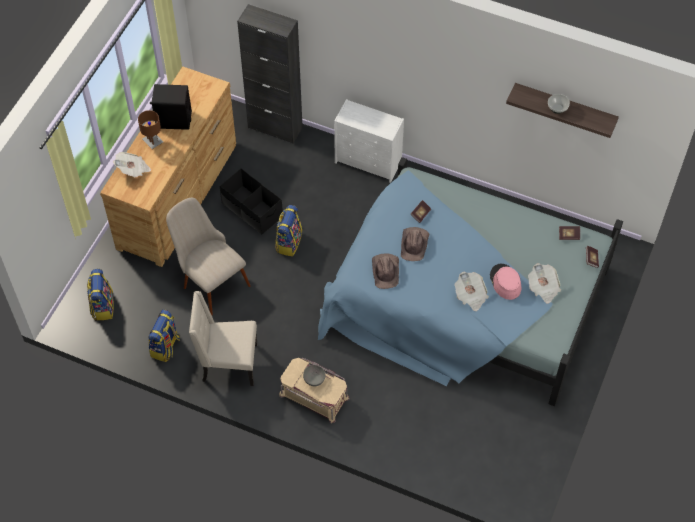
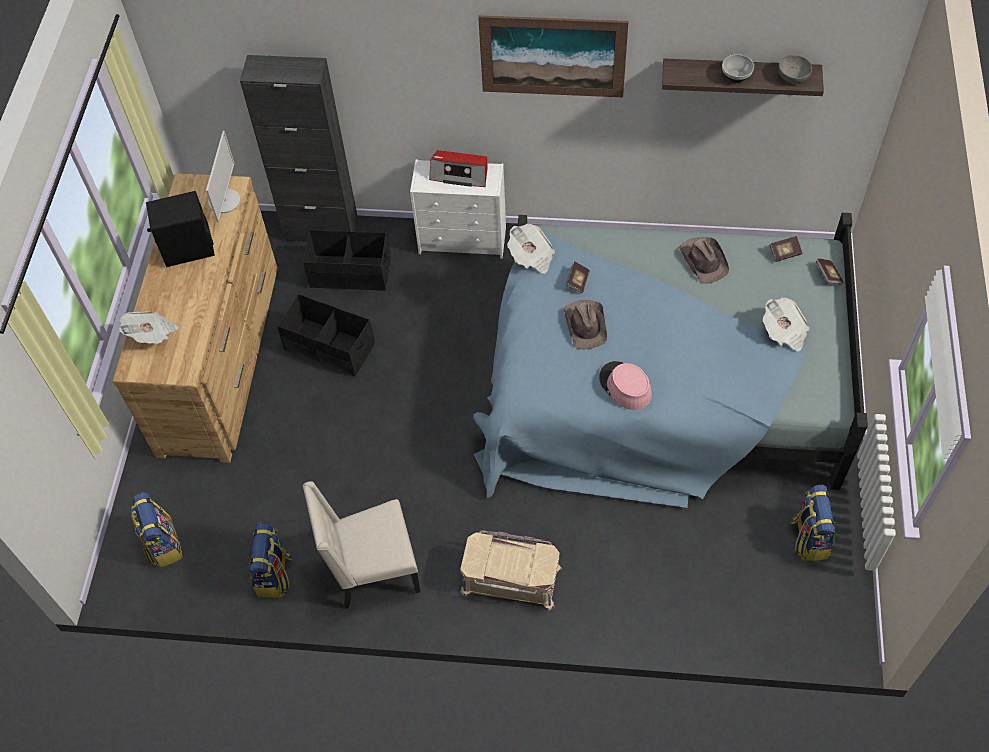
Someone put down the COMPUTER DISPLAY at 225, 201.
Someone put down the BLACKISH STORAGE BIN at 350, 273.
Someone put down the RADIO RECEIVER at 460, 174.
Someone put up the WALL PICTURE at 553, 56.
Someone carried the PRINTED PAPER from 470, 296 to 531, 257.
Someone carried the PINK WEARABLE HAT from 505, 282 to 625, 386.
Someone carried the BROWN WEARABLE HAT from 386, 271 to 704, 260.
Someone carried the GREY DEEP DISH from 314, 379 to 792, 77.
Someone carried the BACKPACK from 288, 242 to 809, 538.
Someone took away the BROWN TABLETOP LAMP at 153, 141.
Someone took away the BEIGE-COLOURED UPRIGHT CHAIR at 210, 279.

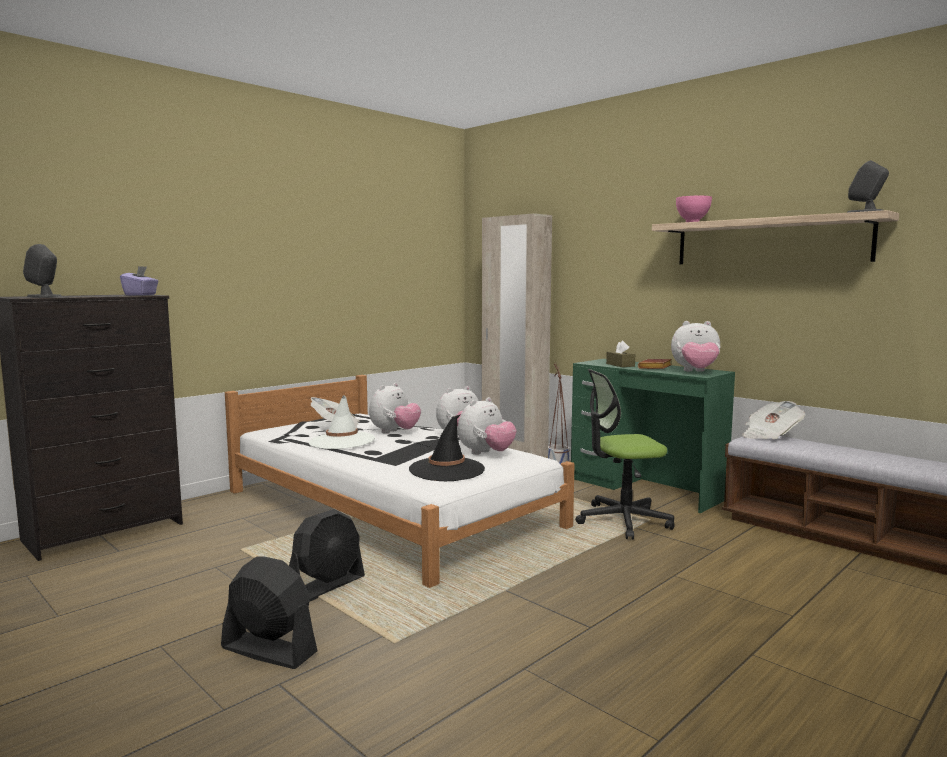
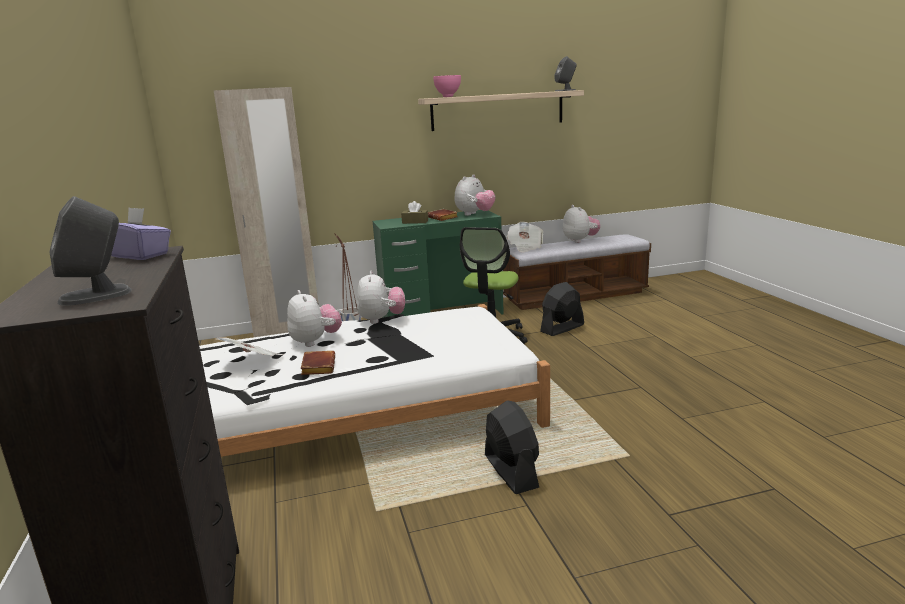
Someone swapped the WHITE WEARABLE HAT at 342, 441 for the BROWN BOOK at 317, 366.
Someone carried the BLACKISH FAN from 268, 650 to 562, 328.
Someone carried the PLUSH TOY from 486, 454 to 580, 240.
Someone took away the BLACKISH WEARABLE HAT at 447, 470.

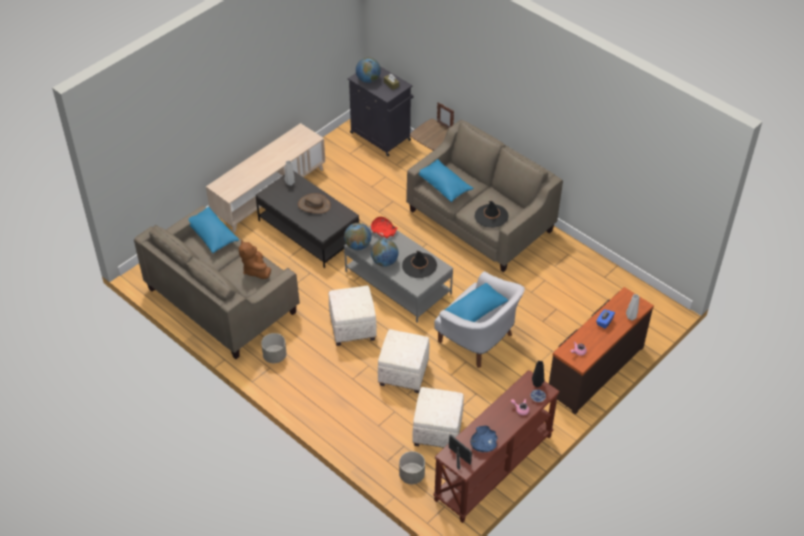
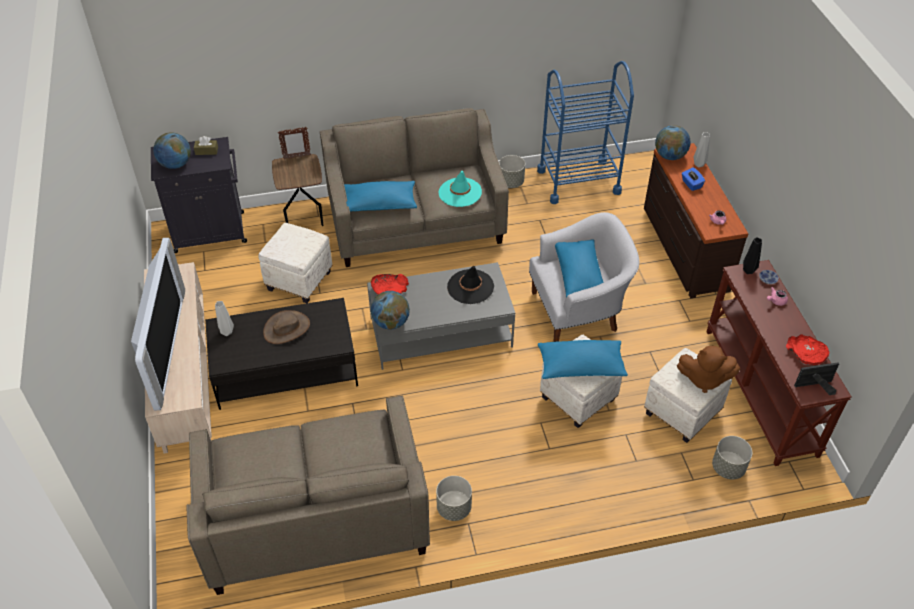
Someone put down the TV at 165, 348.
Someone carried the WHITE POUFFE from 353, 328 to 299, 280.
Someone repainted the BLACKISH WEARABLE HAT at 491, 216, which became the TURQUOISE WEARABLE HAT at 460, 192.
Someone put down the GREY PLANTER at 511, 182.
Someone put down the BLUE TROLLEY at 578, 181.
Someone carried the BLUE THROW PILLOW from 211, 235 to 580, 367.
Someone carried the DESK GLOBE from 384, 262 to 670, 156.
Someone carried the BROWN PLUSH TOY from 255, 270 to 704, 379.
Someone repainted the BLUE DEEP DISH at 483, 443, which became the RED DEEP DISH at 806, 354.

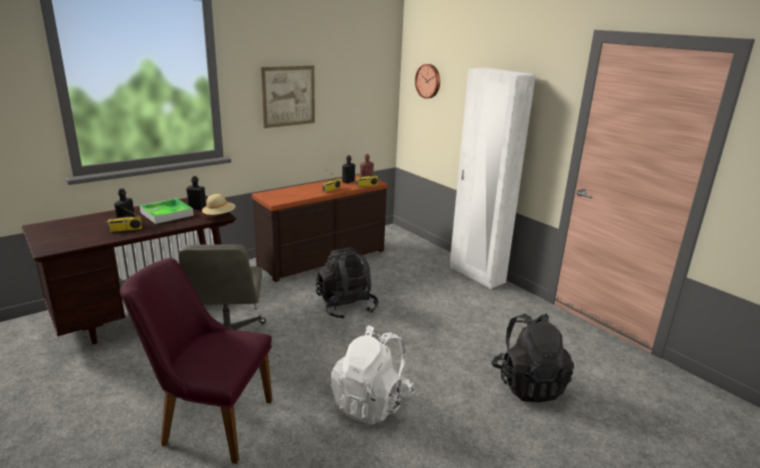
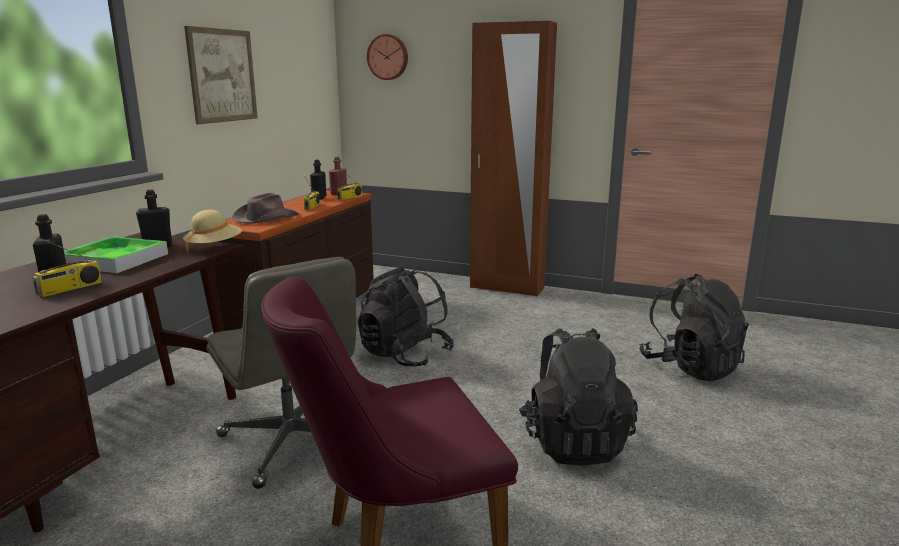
Someone put down the BROWN WEARABLE HAT at 265, 218.
Someone repainted the WHITE CLOTHES CUPBOARD at 476, 275, which became the BROWN CLOTHES CUPBOARD at 506, 287.
Someone repainted the WHITE BACKPACK at 371, 403, which became the BLACKISH BACKPACK at 573, 442.

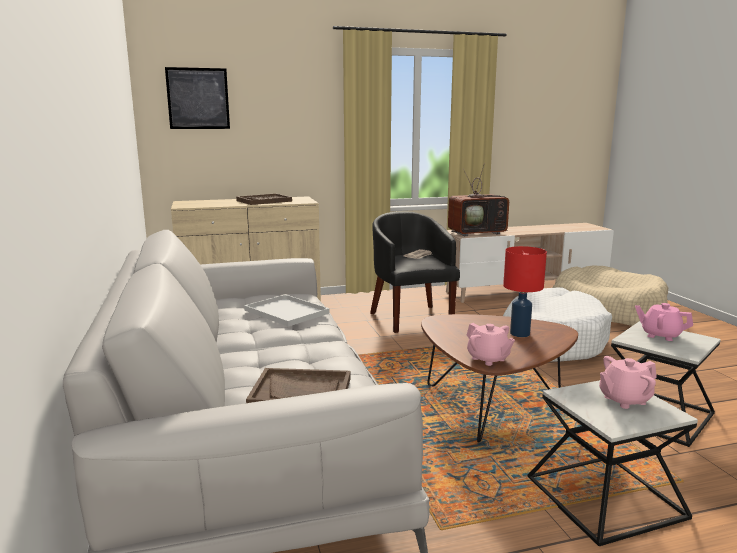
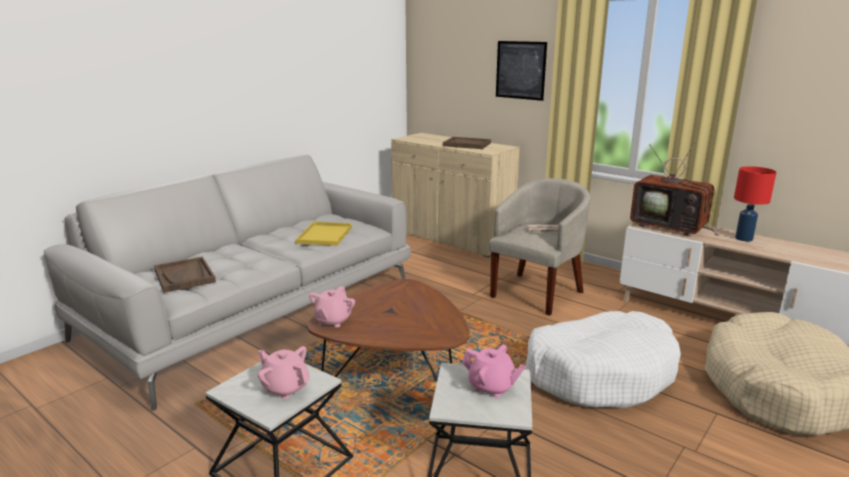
Someone repainted the WHITE CARRYING TRAY at 285, 311, which became the YELLOW-COLOURED CARRYING TRAY at 324, 234.
Someone rotated the PINK TEA POT at 660, 335 by 120 degrees clockwise.
Someone repainted the BLACKISH LOUNGE CHAIR at 411, 318, which became the BEIGE-COLOURED LOUNGE CHAIR at 537, 292.
Someone carried the WALL PICTURE from 198, 98 to 520, 70.
Someone carried the RED TABLETOP LAMP from 519, 334 to 743, 238.

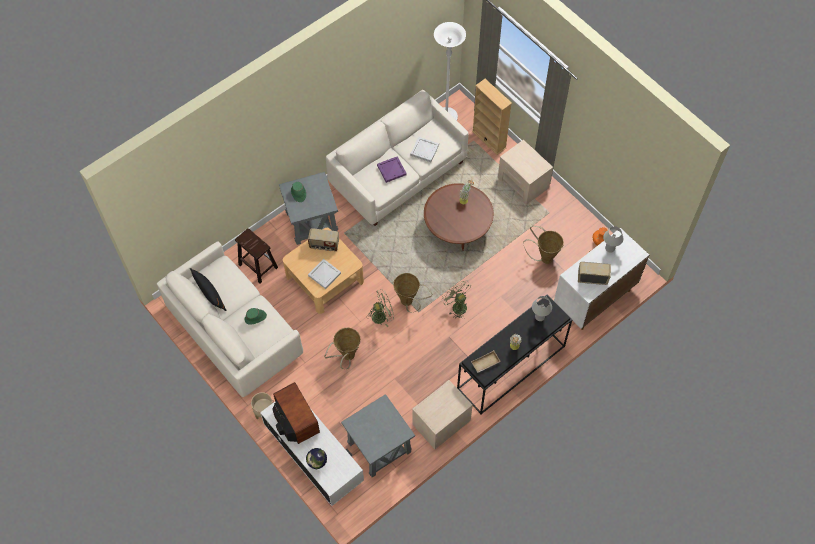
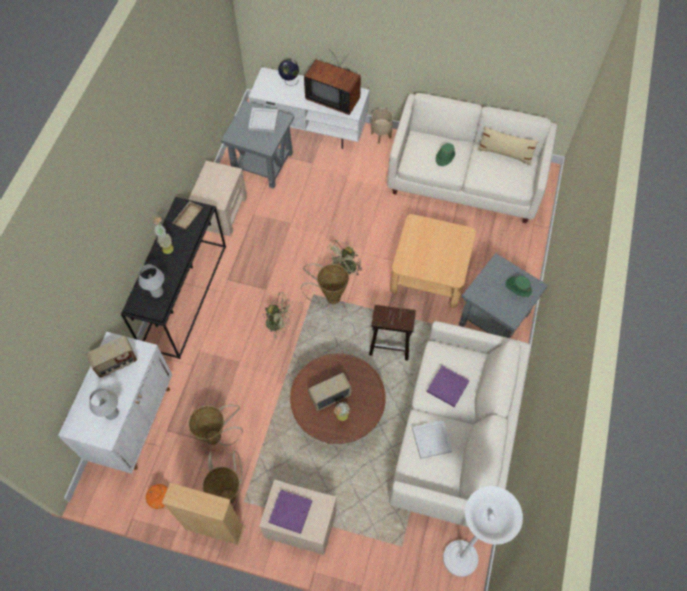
Someone carried the BEIGE-COLOURED BOOKSHELF from 489, 139 to 214, 528.
Someone carried the BASKET from 346, 357 to 228, 492.
Someone carried the WHITE CARRYING TRAY from 324, 274 to 263, 121.
Someone put down the PURPLE CARRYING TRAY at 291, 512.
Someone carried the RADIO RECEIVER from 324, 245 to 329, 396.
Someone carried the BROWN STOOL from 257, 266 to 391, 343.
Someone repainted the BLACKISH THROW PILLOW at 209, 294, which became the BEIGE-COLOURED THROW PILLOW at 505, 154.

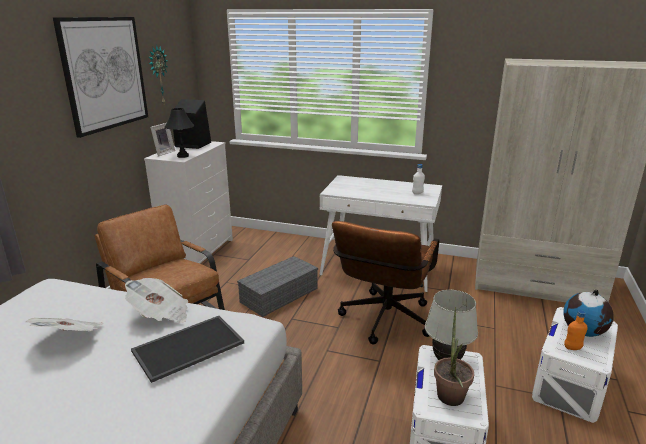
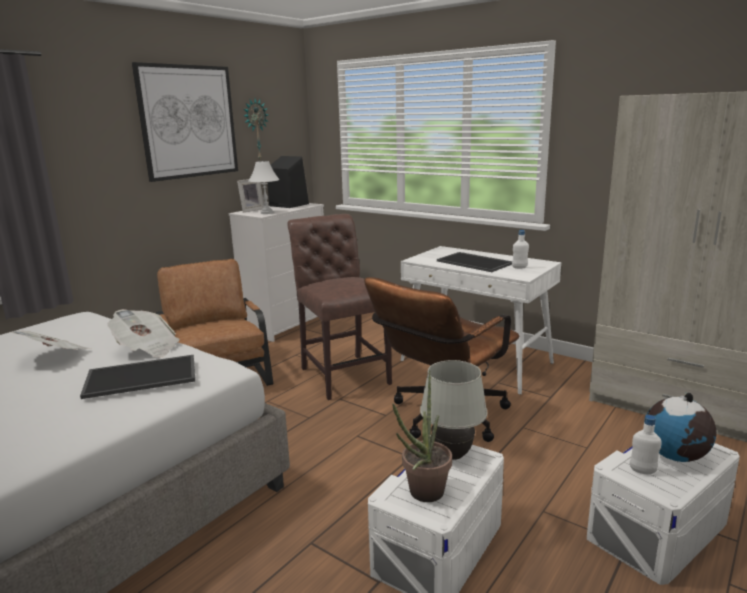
Someone repainted the BLACKISH TABLETOP LAMP at 182, 156, which became the WHITE TABLETOP LAMP at 266, 213.
Someone swapped the GREY STORAGE BIN at 279, 294 for the BROWN UPRIGHT CHAIR at 343, 373.
Someone put down the CARRYING TRAY at 475, 262.
Someone repainted the ORANGE-COLOURED DRINK BOTTLE at 572, 348, which became the WHITE DRINK BOTTLE at 642, 471.

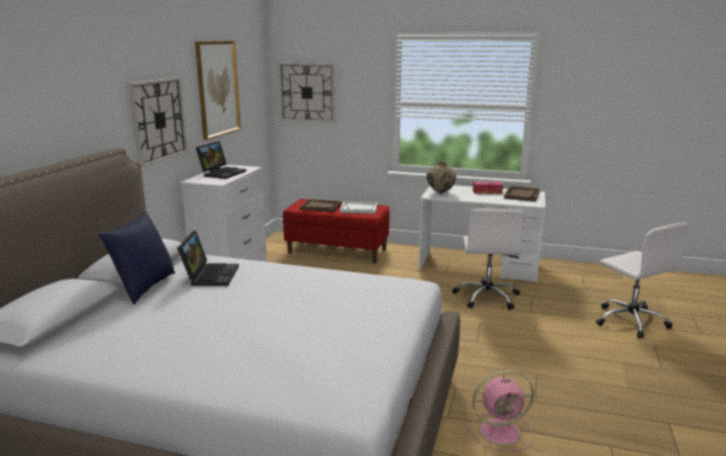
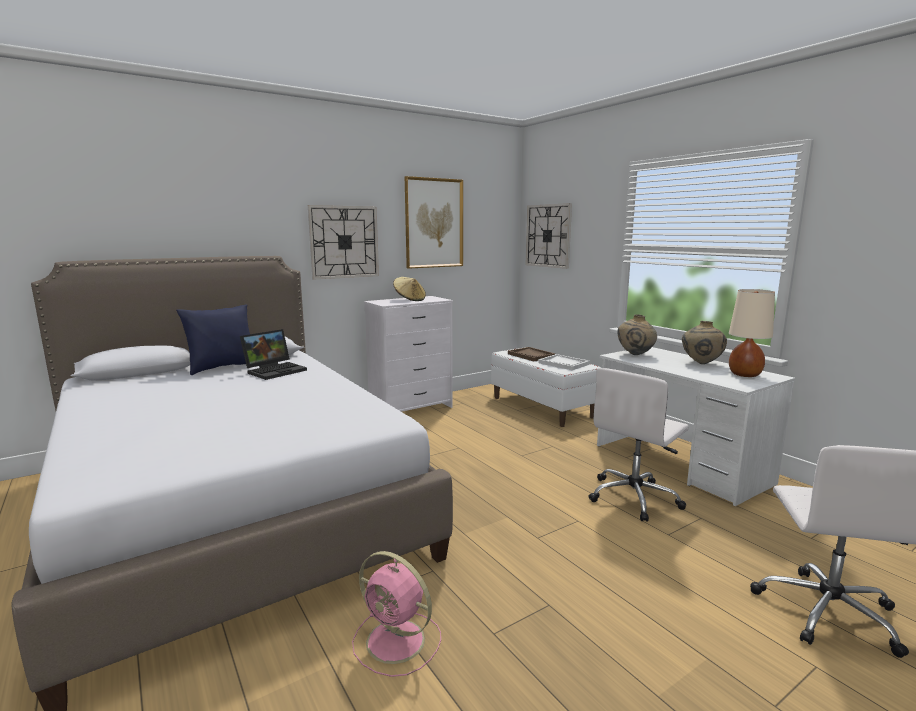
Someone swapped the LAPTOP at 222, 173 for the BEIGE-COLOURED WEARABLE HAT at 409, 300.
Someone repainted the RED LONG SEAT at 337, 251, which became the WHITE LONG SEAT at 542, 407.
Someone swapped the TISSUE BOX at 487, 191 for the BEIGE-COLOURED DECORATIVE VASE at 701, 363.
Someone swapped the BROWN CARRYING TRAY at 522, 195 for the BEIGE-COLOURED TABLETOP LAMP at 744, 375.

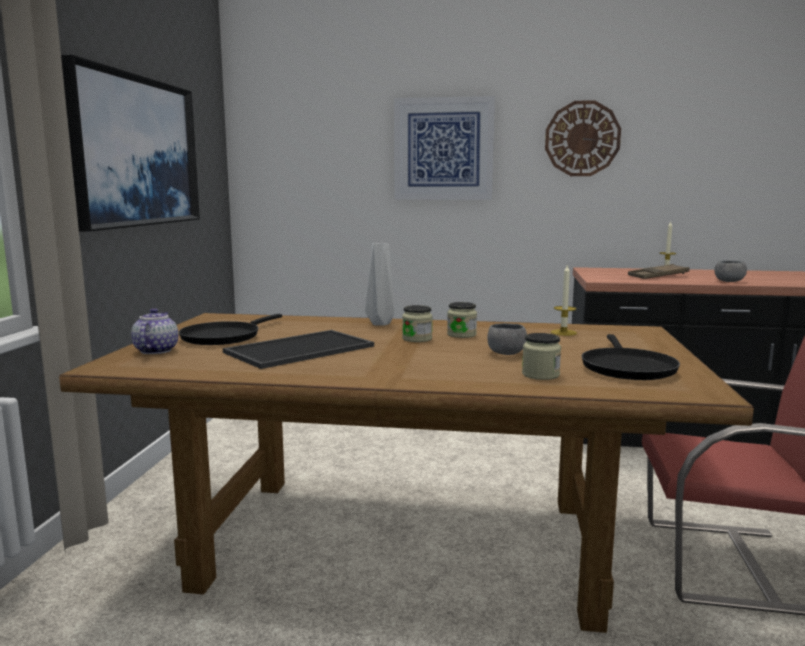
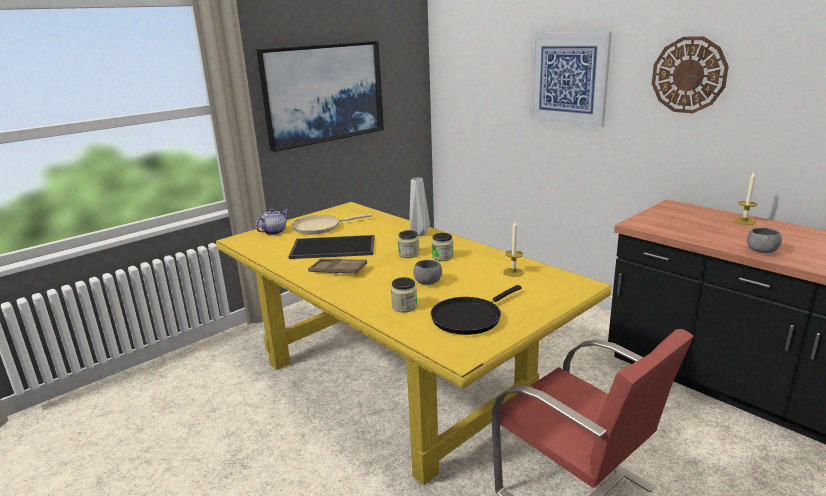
Someone repainted the BROWN DINNER TABLE at 401, 542, which became the YELLOW-COLOURED DINNER TABLE at 393, 382.
Someone repainted the BLACKISH SKILLET at 224, 337, which became the BEIGE-COLOURED SKILLET at 320, 227.
Someone carried the BROWN CARRYING TRAY from 658, 276 to 338, 270.

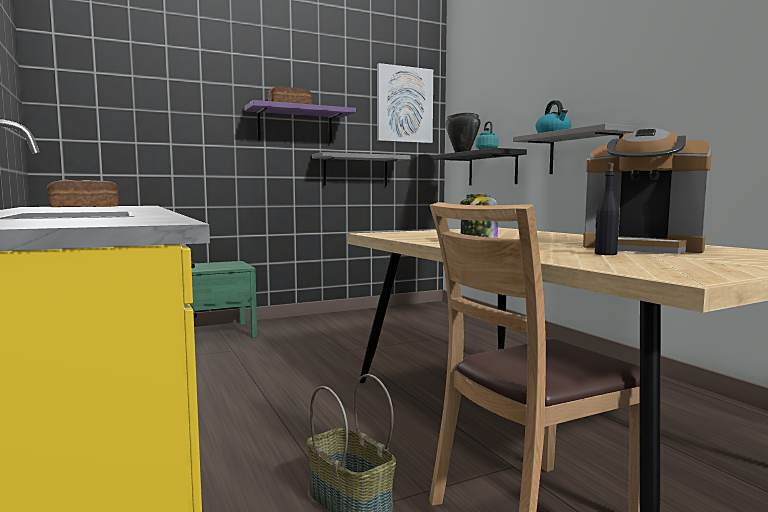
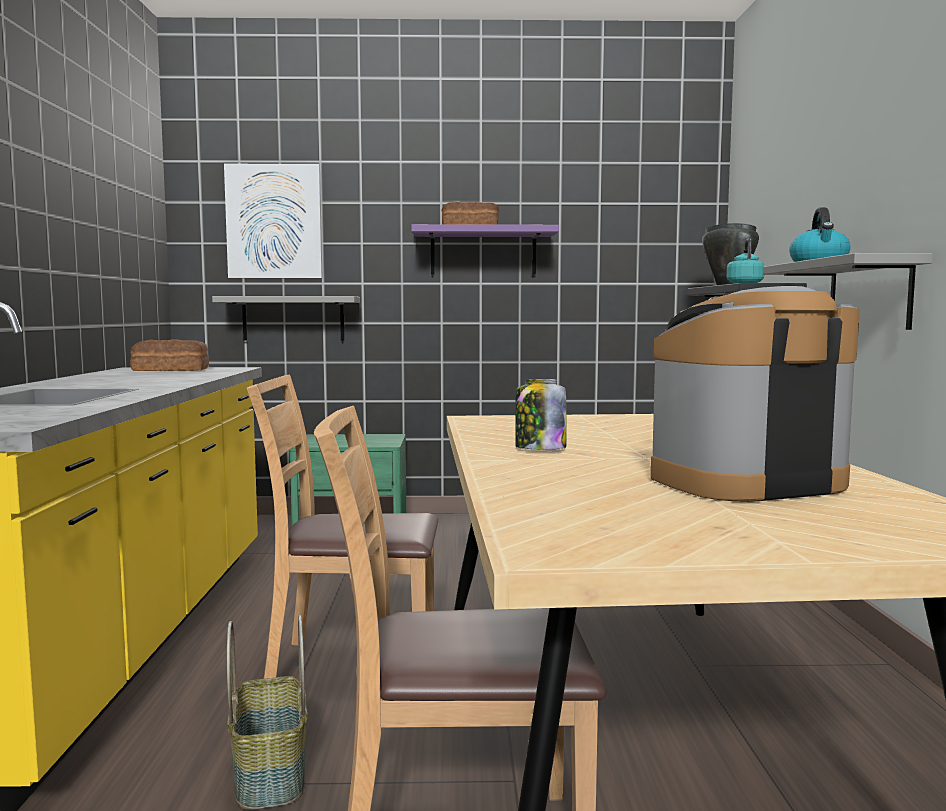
Someone carried the GREY SHELF from 355, 170 to 293, 318.
Someone carried the WALL PICTURE from 404, 104 to 274, 222.
Someone put down the BROWN UPRIGHT CHAIR at 351, 669.
Someone rotated the COFFEE MACHINE at 643, 248 by 105 degrees clockwise.
Someone took away the BLACKISH DRINK BOTTLE at 605, 254.

